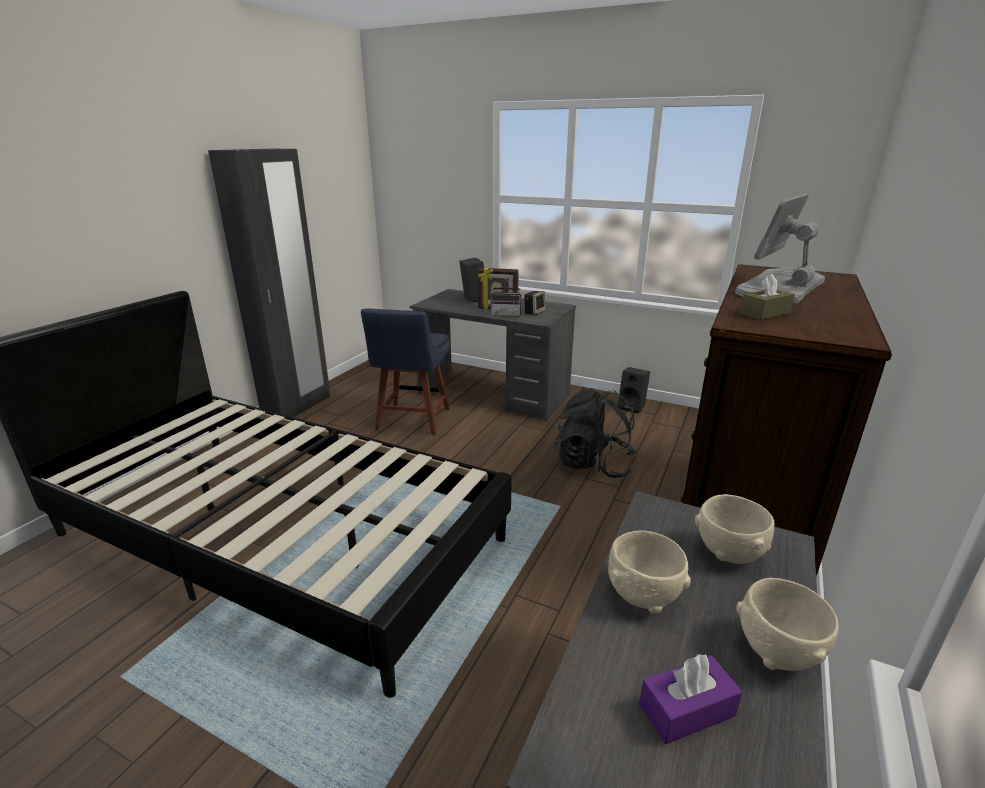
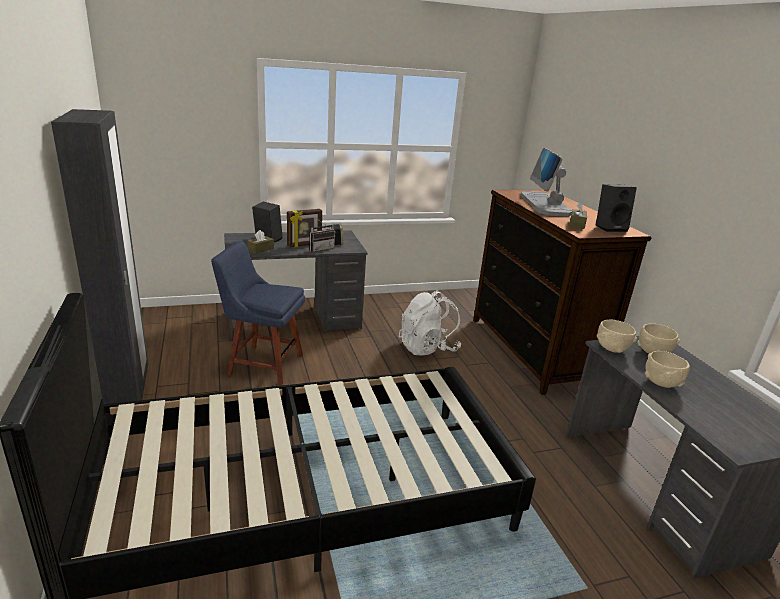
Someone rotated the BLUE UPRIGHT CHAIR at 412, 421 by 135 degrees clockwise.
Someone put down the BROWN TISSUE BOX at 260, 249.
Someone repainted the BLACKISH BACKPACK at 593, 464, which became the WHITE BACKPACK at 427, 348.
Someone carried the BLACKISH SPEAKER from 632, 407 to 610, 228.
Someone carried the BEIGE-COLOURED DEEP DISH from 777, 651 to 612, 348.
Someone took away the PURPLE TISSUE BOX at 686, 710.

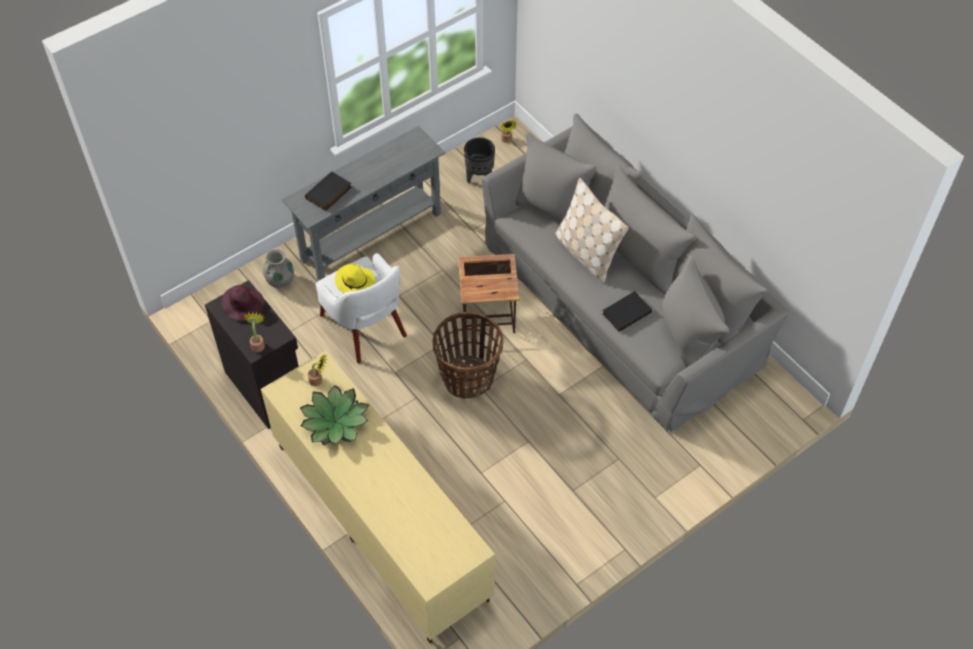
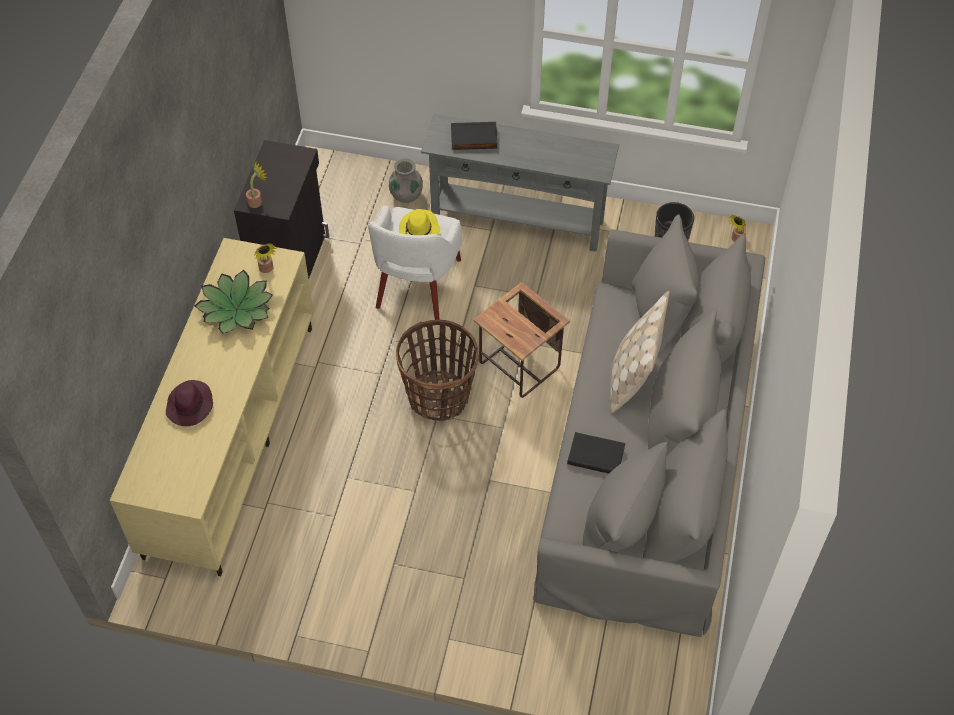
Someone carried the PURPLE WEARABLE HAT from 243, 304 to 190, 406.

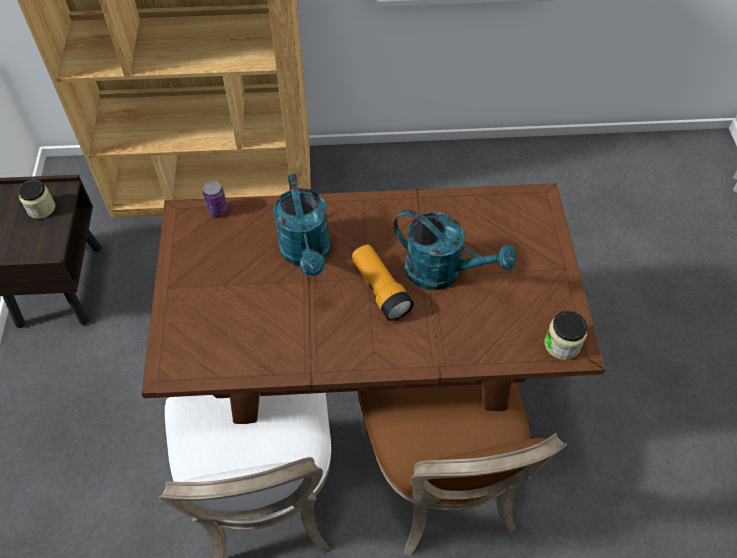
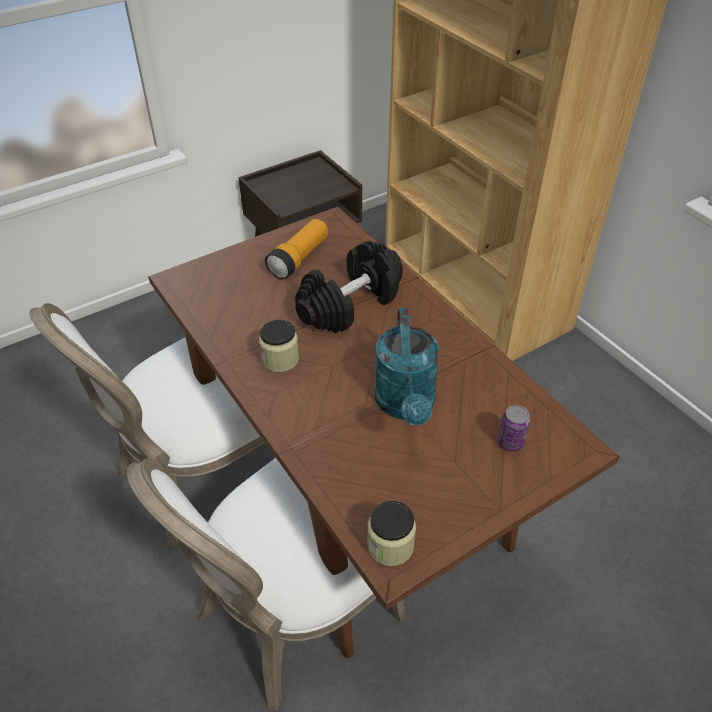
Someone repainted the BROWN UPRIGHT CHAIR at 444, 484, which became the WHITE UPRIGHT CHAIR at 289, 615.
Someone carried the PRESERVE JAR from 41, 208 to 280, 359.
Someone carried the HAND TORCH from 380, 290 to 299, 259.
Someone swapped the TURQUOISE WATERING CAN at 307, 254 for the BLACKISH DUMBBELL at 350, 305.
Someone carried the CAN from 217, 210 to 510, 442.

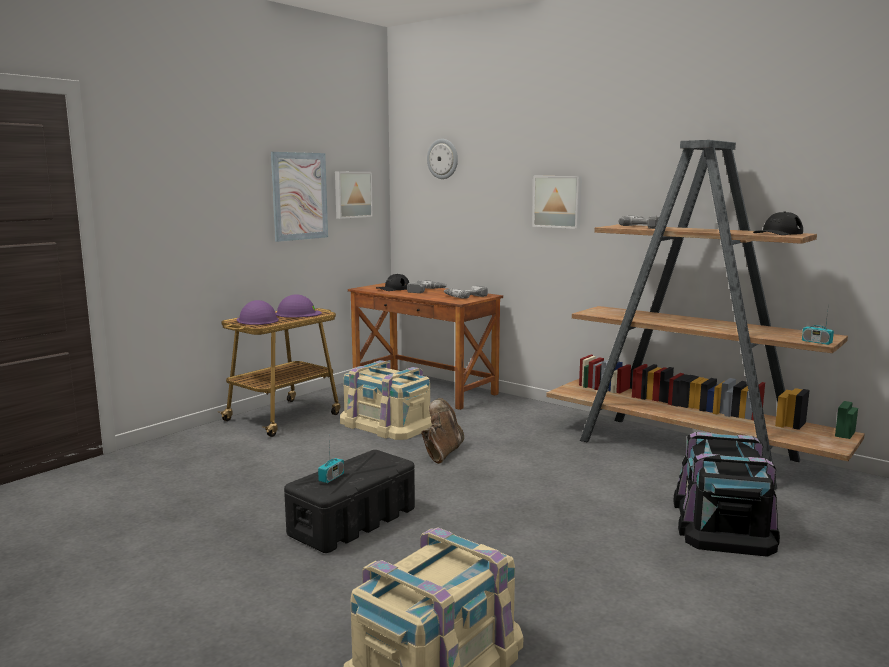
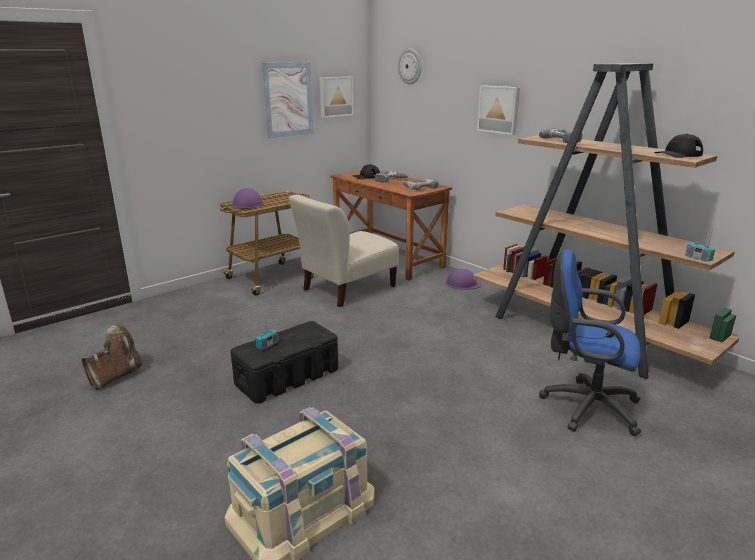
Someone carried the BROWN TALL BOOT from 441, 453 to 116, 376.
Someone swapped the BEIGE-COLOURED STORAGE BIN at 386, 423 for the BEIGE-COLOURED UPRIGHT CHAIR at 346, 289.
Someone carried the PURPLE HARD HAT from 298, 313 to 463, 283.
Someone swapped the BLACKISH STORAGE BIN at 722, 522 for the BLUE COMPUTER CHAIR at 585, 406.

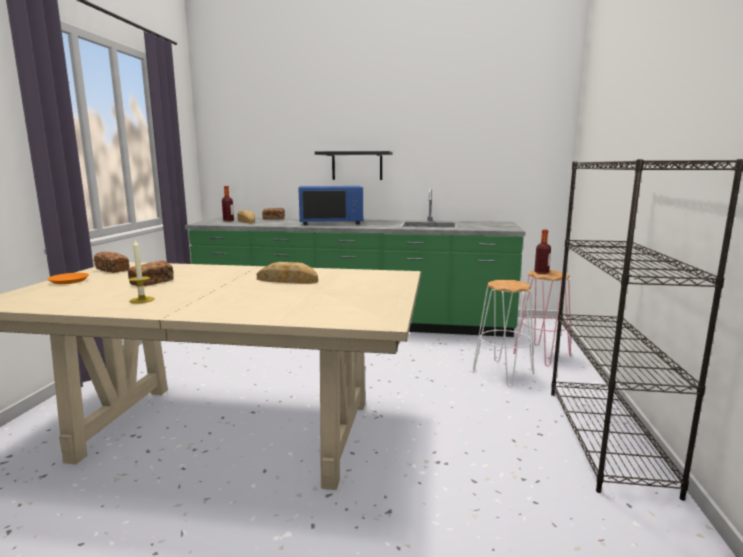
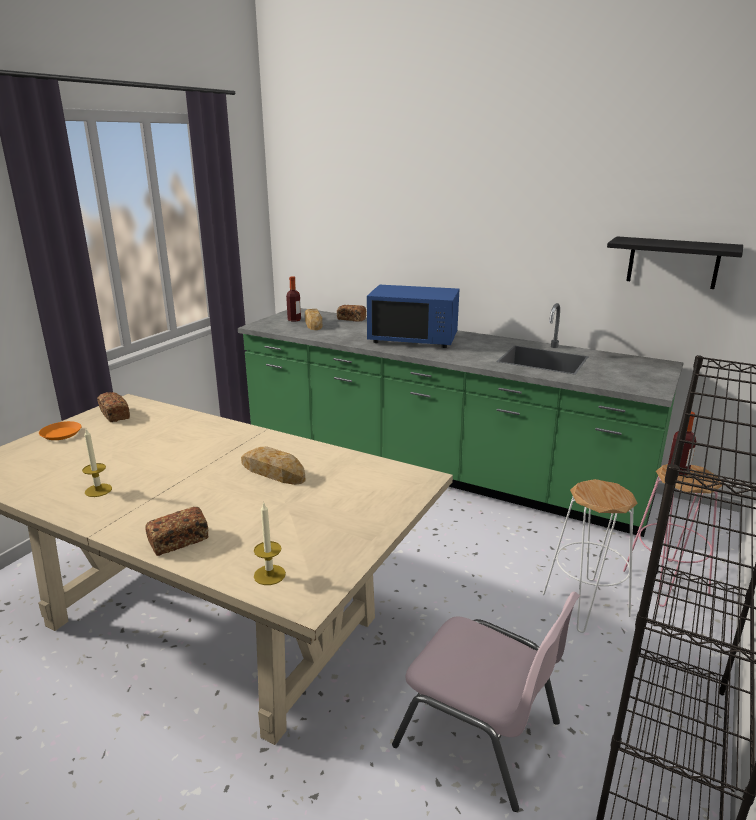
Someone carried the BAKED BREAD from 152, 282 to 178, 541.
Someone put down the WAX LIGHT at 269, 575.
Someone put down the PINK UPRIGHT CHAIR at 480, 734.
Someone carried the BLACKISH SHELF from 357, 166 to 673, 262.

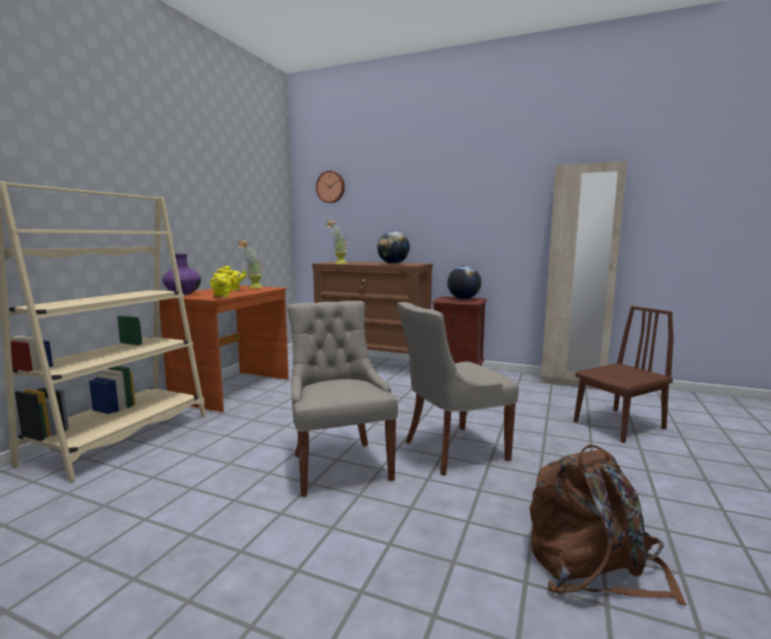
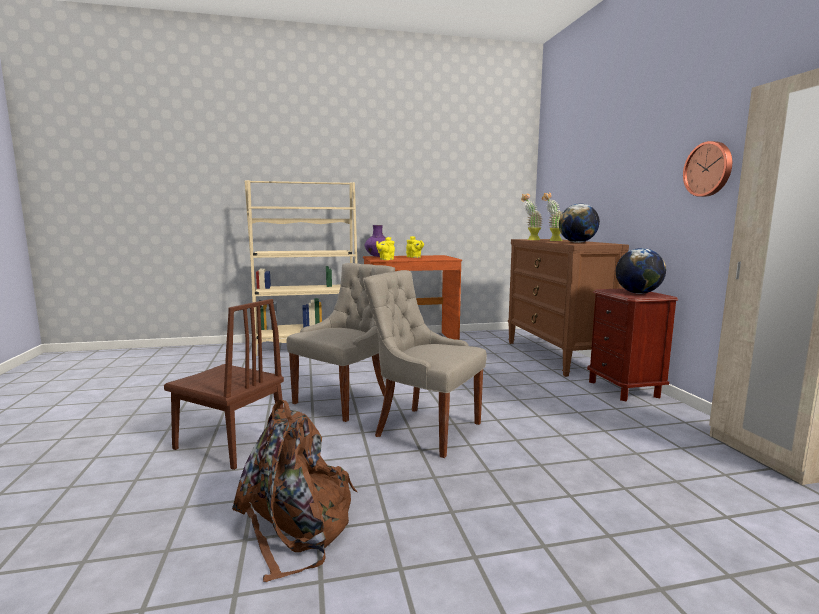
Someone carried the BROWN UPRIGHT CHAIR from 618, 425 to 230, 443.
Someone carried the HOUSEPLANT from 252, 288 to 552, 240.
Someone carried the WALL CLOCK from 331, 187 to 709, 169.

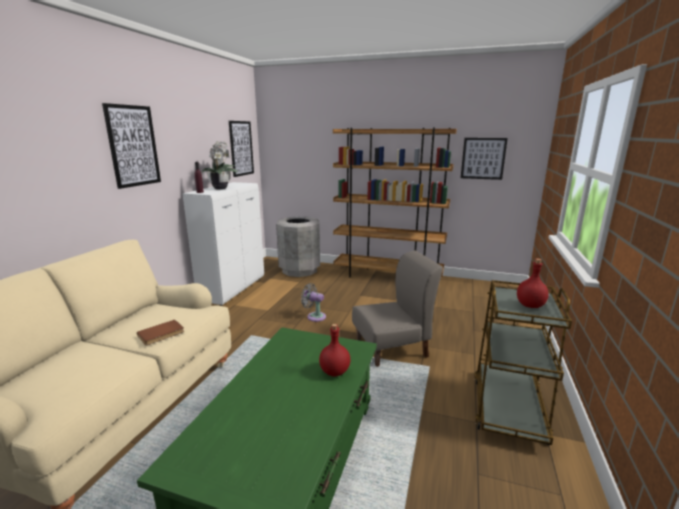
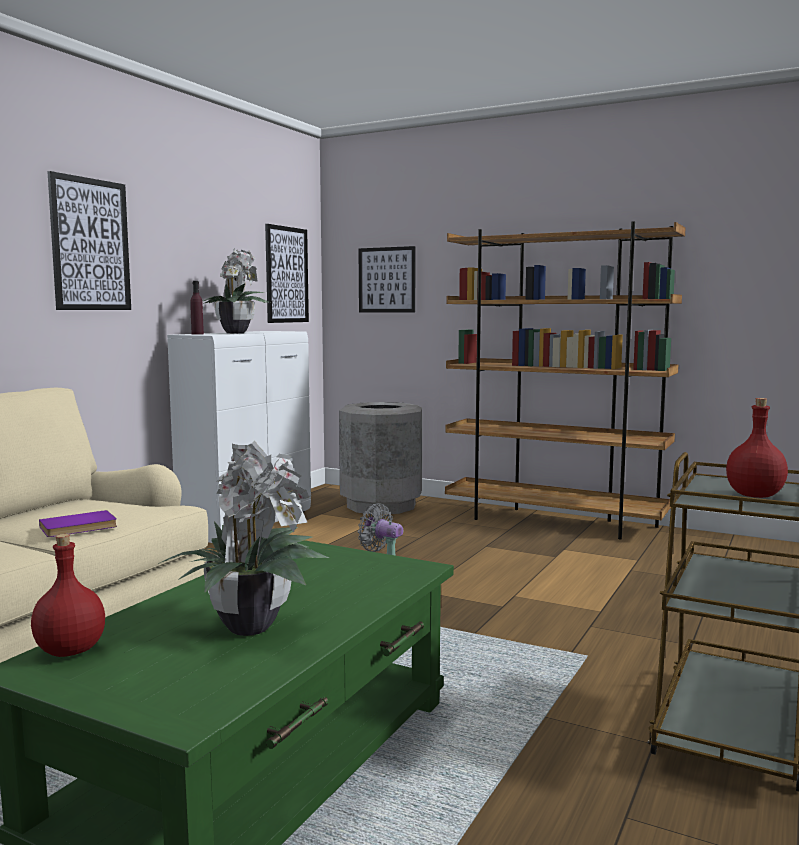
Someone carried the RED DRINK BOTTLE from 334, 372 to 69, 651.
Someone repainted the BROWN BOOK at 161, 334, which became the PURPLE BOOK at 79, 527.
Someone put down the HOUSEPLANT at 249, 625.
Someone carried the WALL PICTURE from 483, 158 to 386, 280.
Someone took away the GREY UPRIGHT CHAIR at 392, 348.

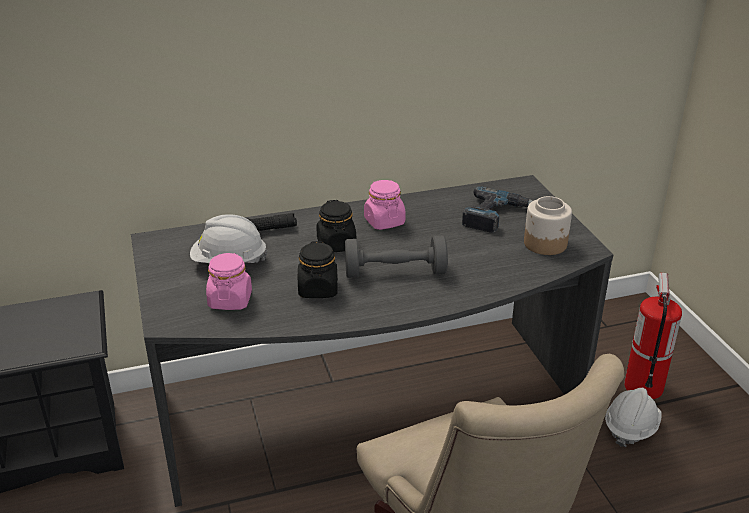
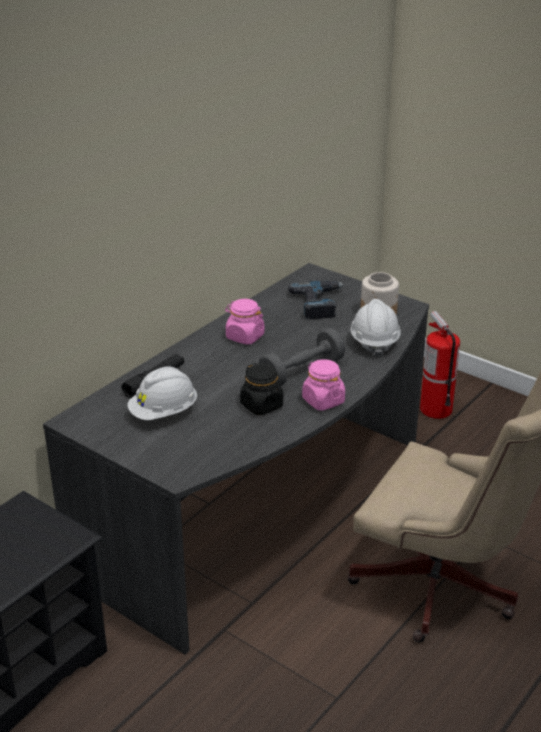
Someone carried the PINK PRESERVE JAR from 230, 300 to 323, 401.
Someone carried the WHITE HARD HAT from 630, 428 to 374, 341.
Someone took away the BLACKISH PRESERVE JAR at 336, 245.

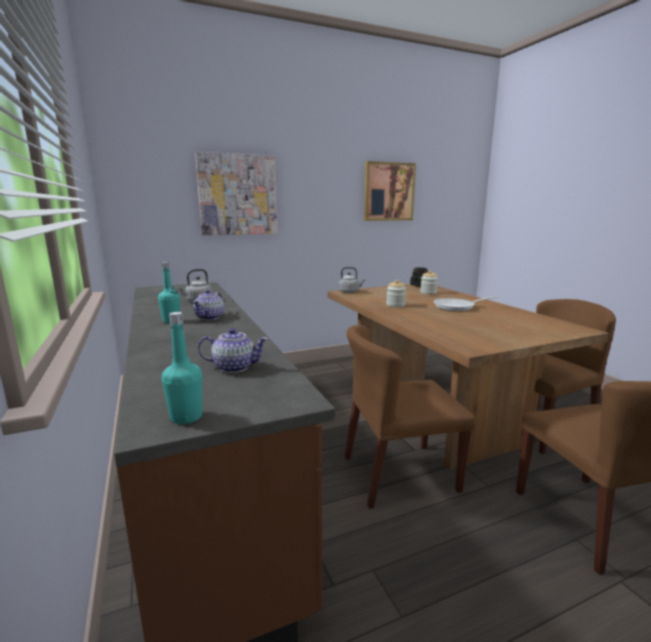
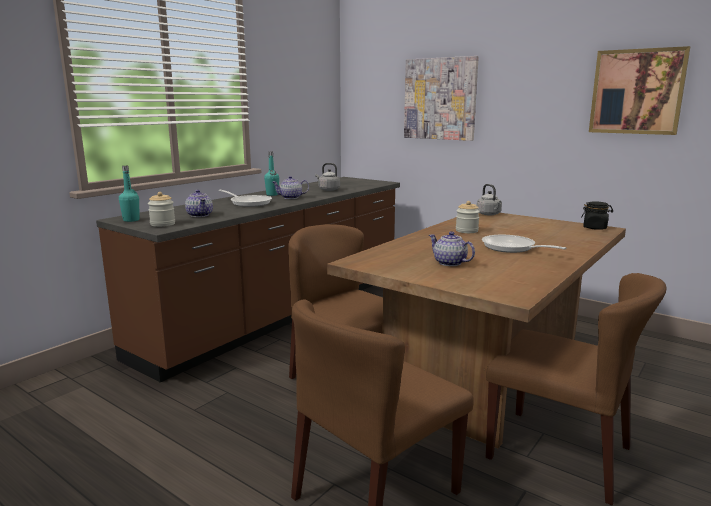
Someone carried the PRESERVE JAR from 428, 293 to 162, 224.
Someone put down the SKILLET at 248, 203.
Someone put down the TEA POT at 450, 263.

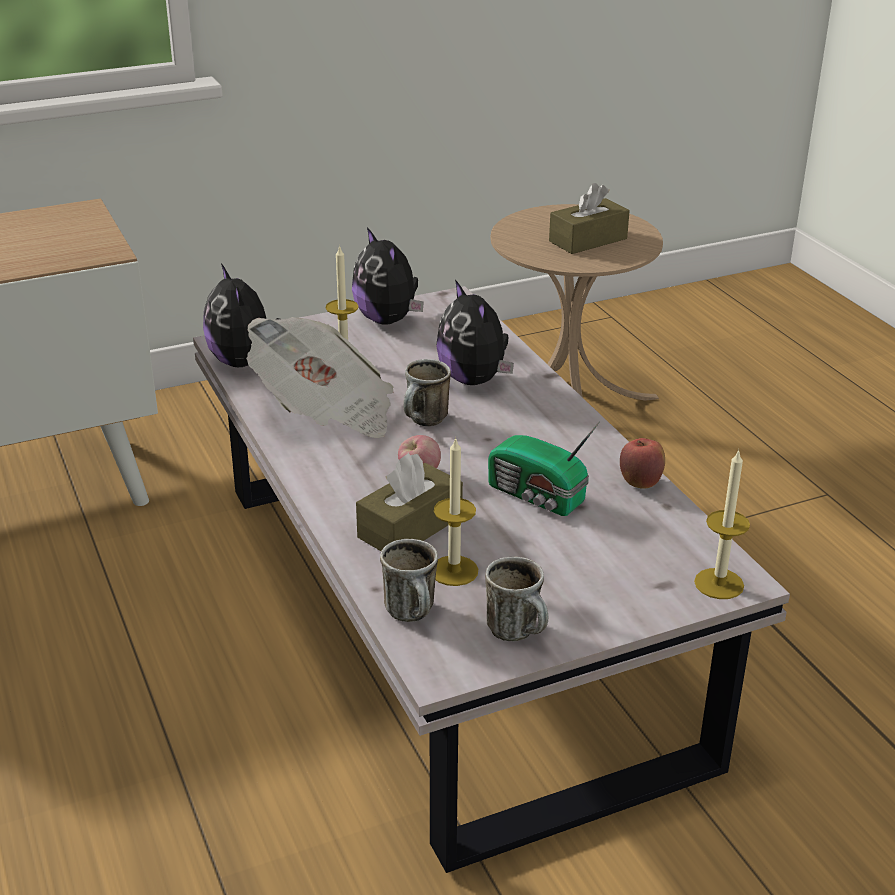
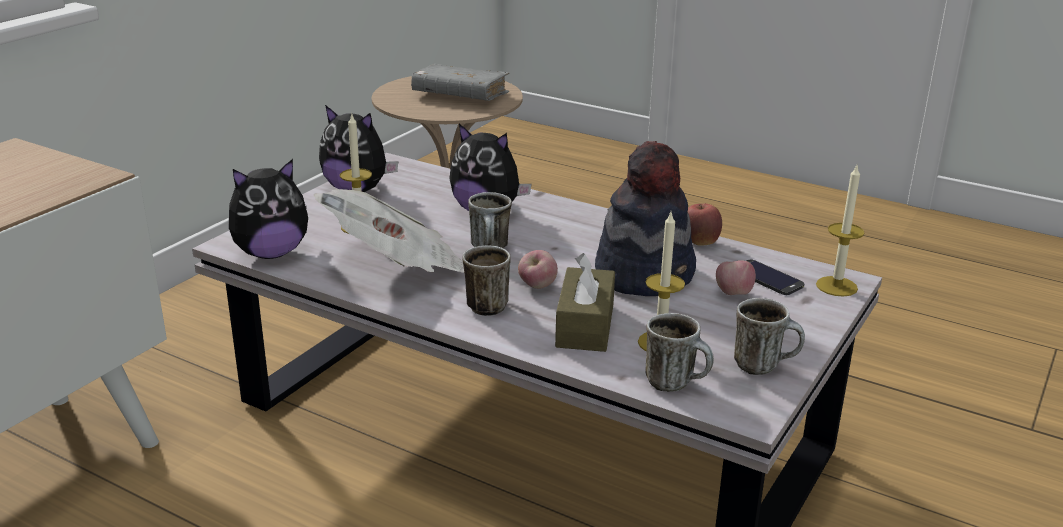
Someone rotated the PLUSH TOY at 244, 362 by 60 degrees counterclockwise.
Someone swapped the BROWN TISSUE BOX at 588, 240 for the GREY BOOK at 460, 95.
Someone put down the COFFEE MUG at 486, 304.
Someone swapped the RADIO RECEIVER at 537, 496 for the WEARABLE HAT at 645, 274.
Someone put down the WHOLE APPLE at 733, 293.
Someone put down the PHONE at 767, 278.

